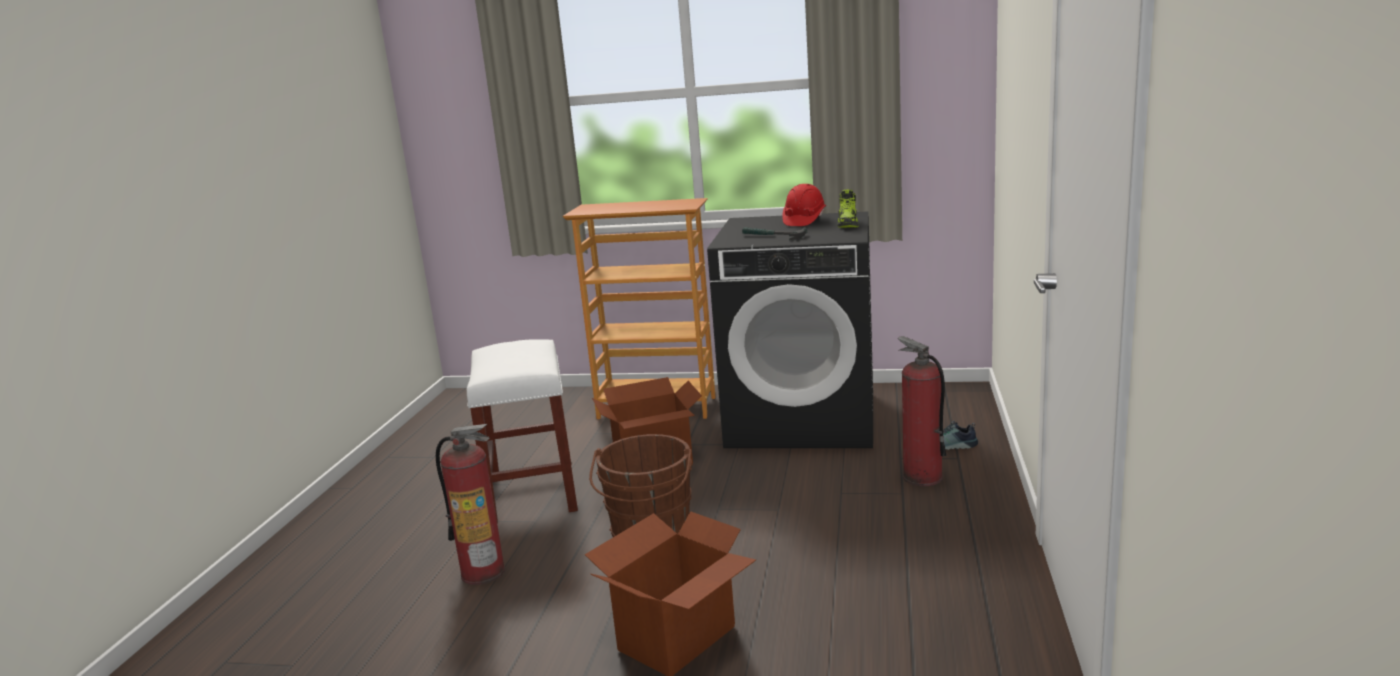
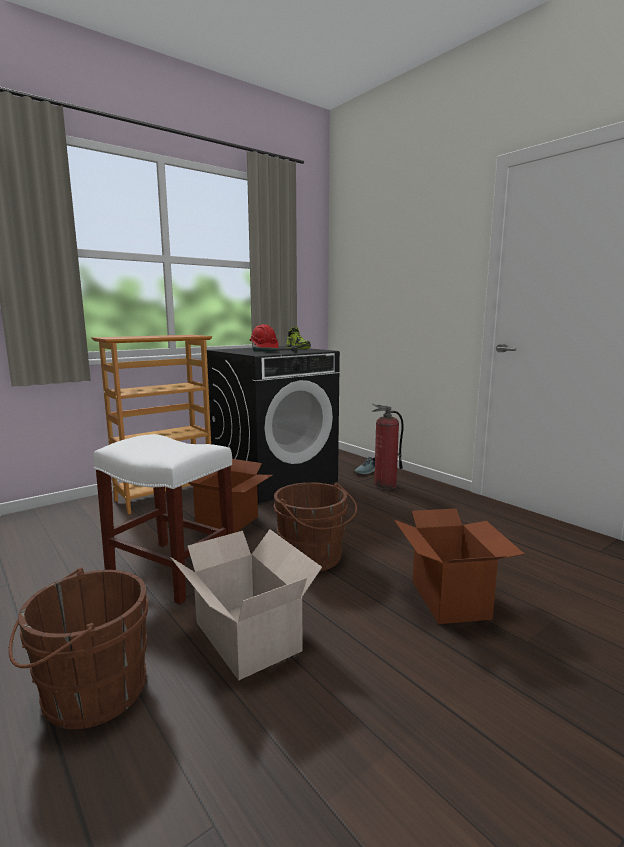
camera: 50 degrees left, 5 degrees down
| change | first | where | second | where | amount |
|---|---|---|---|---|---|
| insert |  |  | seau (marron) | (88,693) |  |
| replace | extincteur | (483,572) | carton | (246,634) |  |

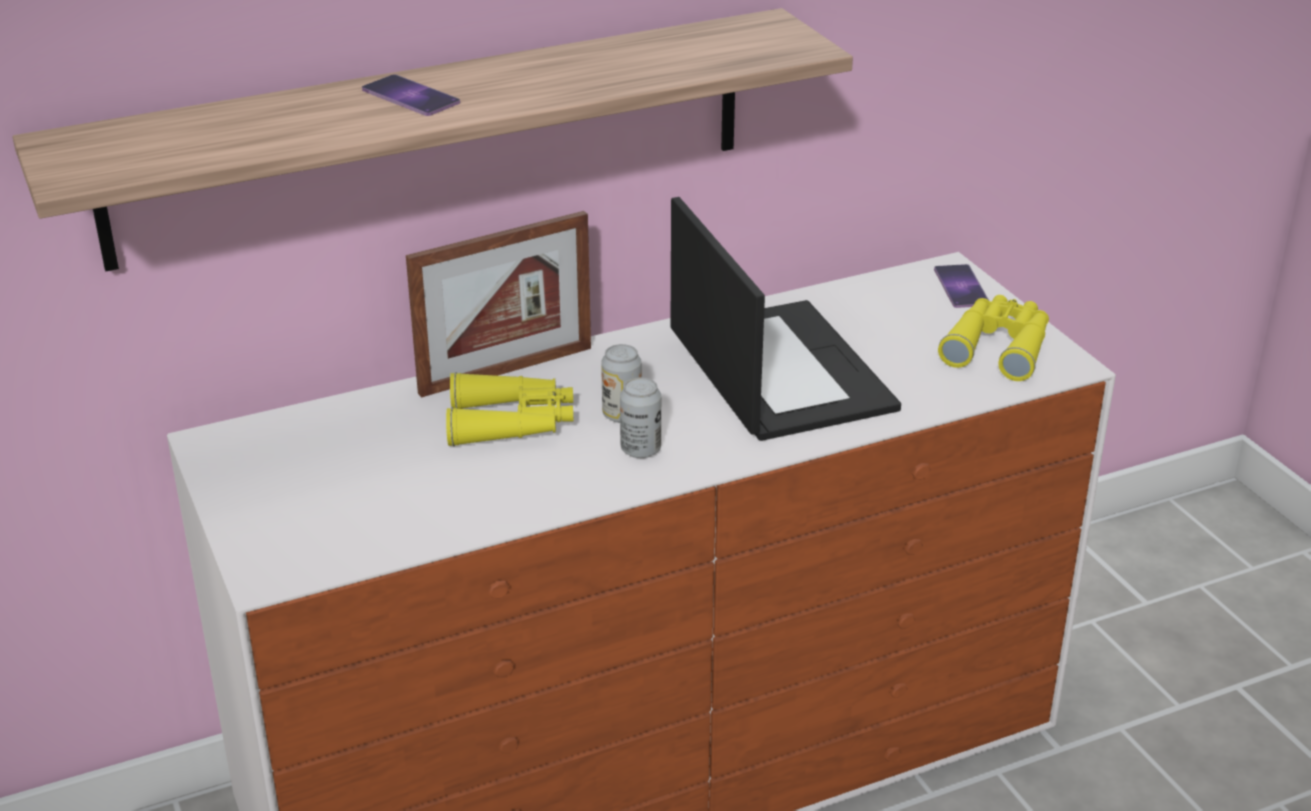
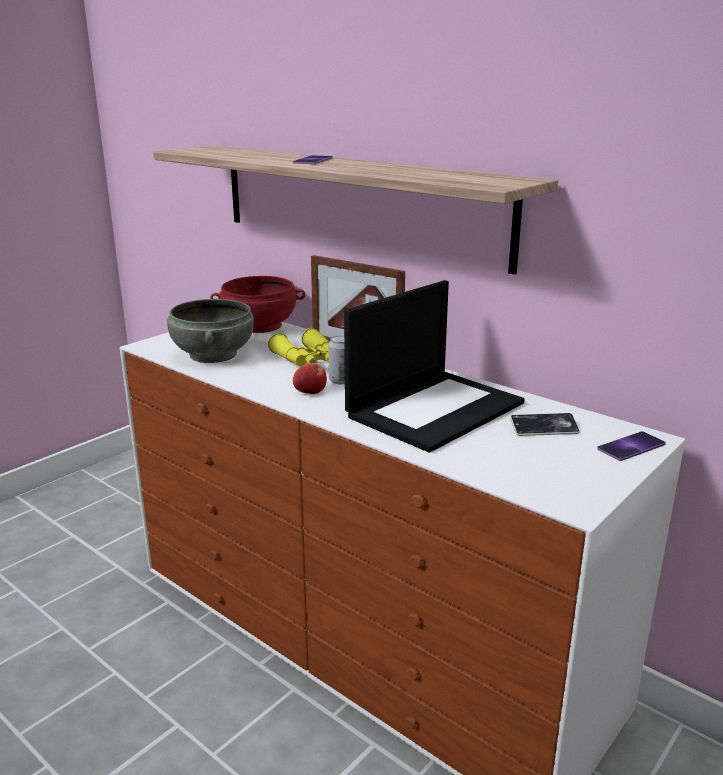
camera: 65 degrees right, 10 degrees down
| change | first | where | second | where | amount |
|---|---|---|---|---|---|
| delete | jumelles (jaune) | (998,347) |  |  |  |
| insert |  |  | bol (gris) | (212,355) |  |
| insert |  |  | bol (rouge) | (260,326) |  |
| insert |  |  | téléphone | (544,428) |  |
| replace | boîte métallique | (640,449) | pomme | (310,391) |  |

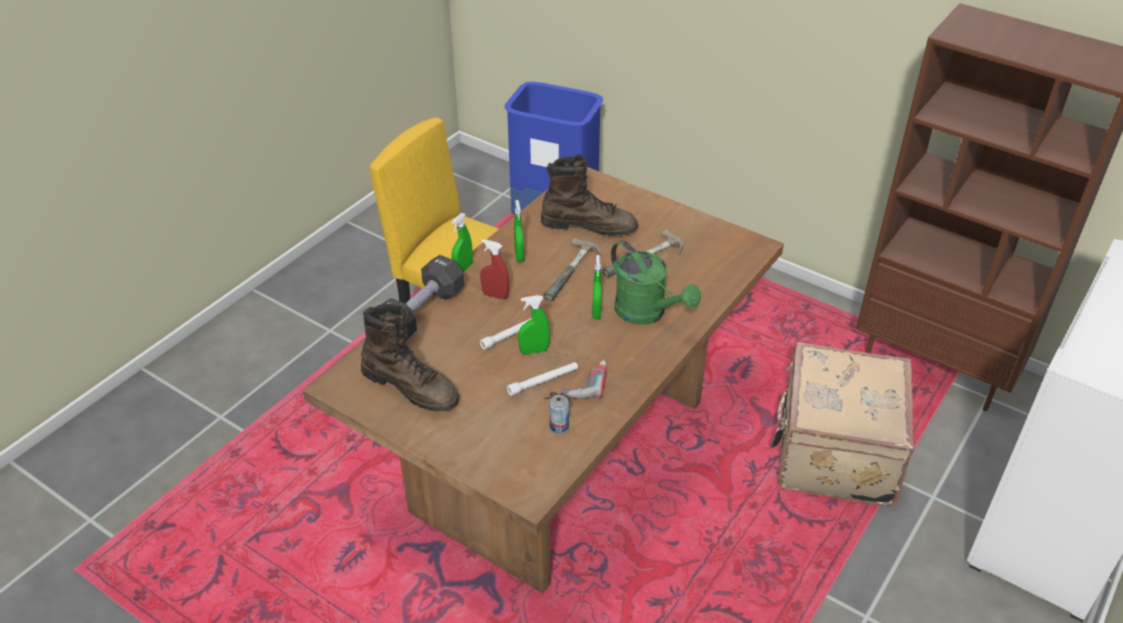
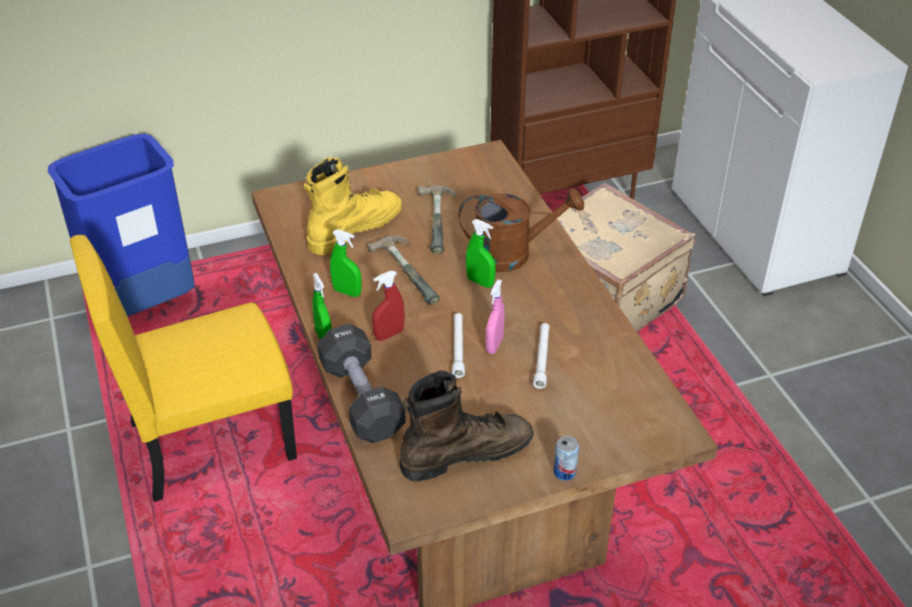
camera: 55 degrees left, 0 degrees up
| change | first | where | second | where | amount |
|---|---|---|---|---|---|
| delete | perceuse | (576,383) |  |  |  |
| move | boîte métallique | (559,426) |  | (564,472) |  |
| recolor | vaporisateur (vert) | (534,350) | vaporisateur (rose) | (494,345) |  |
| recolor | botte (marron) | (589,225) | botte (jaune) | (354,229) |  |
| recolor | arrosoir (vert) | (647,313) | arrosoir (marron) | (512,254) |  |

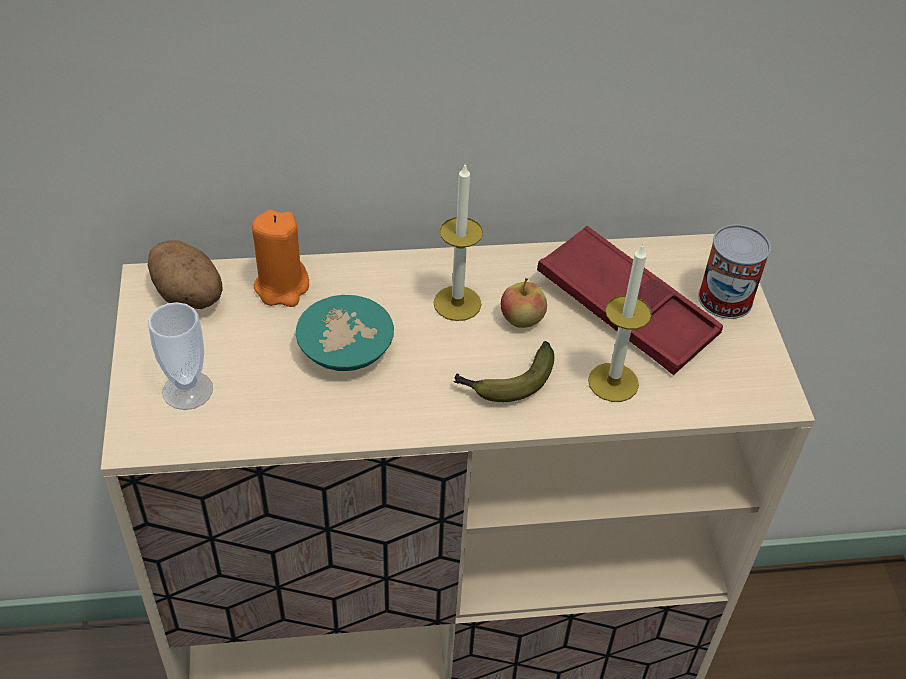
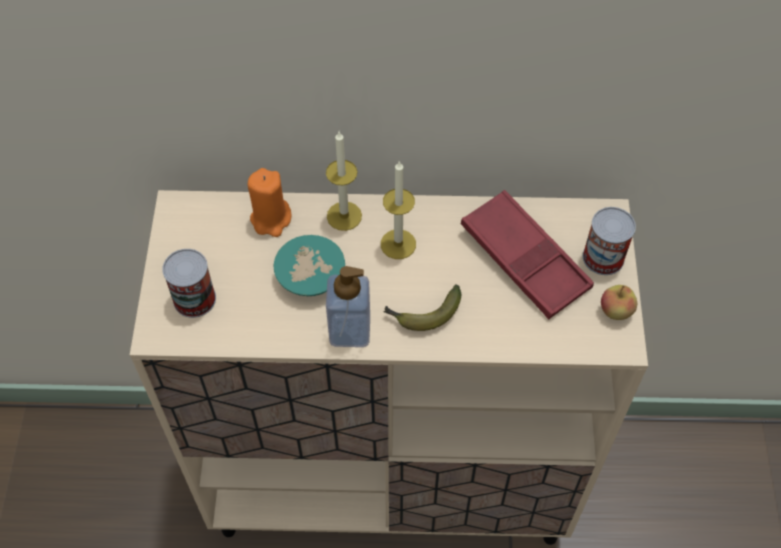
camera: 10 degrees right, 10 degrees up
| change | first | where | second | where | amount |
|---|---|---|---|---|---|
| delete | pomme de terre | (190,296) |  |  |  |
| insert |  |  | distributeur de savon | (350,330) |  |
| move | pomme | (521,320) |  | (615,311) |  |
| move | bougie | (613,382) |  | (344,216) |  |
| replace | tasse | (187,390) | boîte métallique | (194,299) |  |

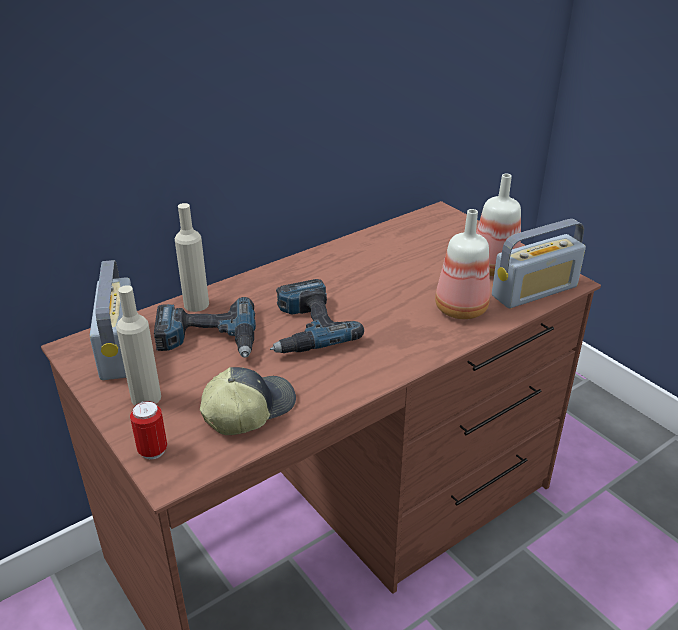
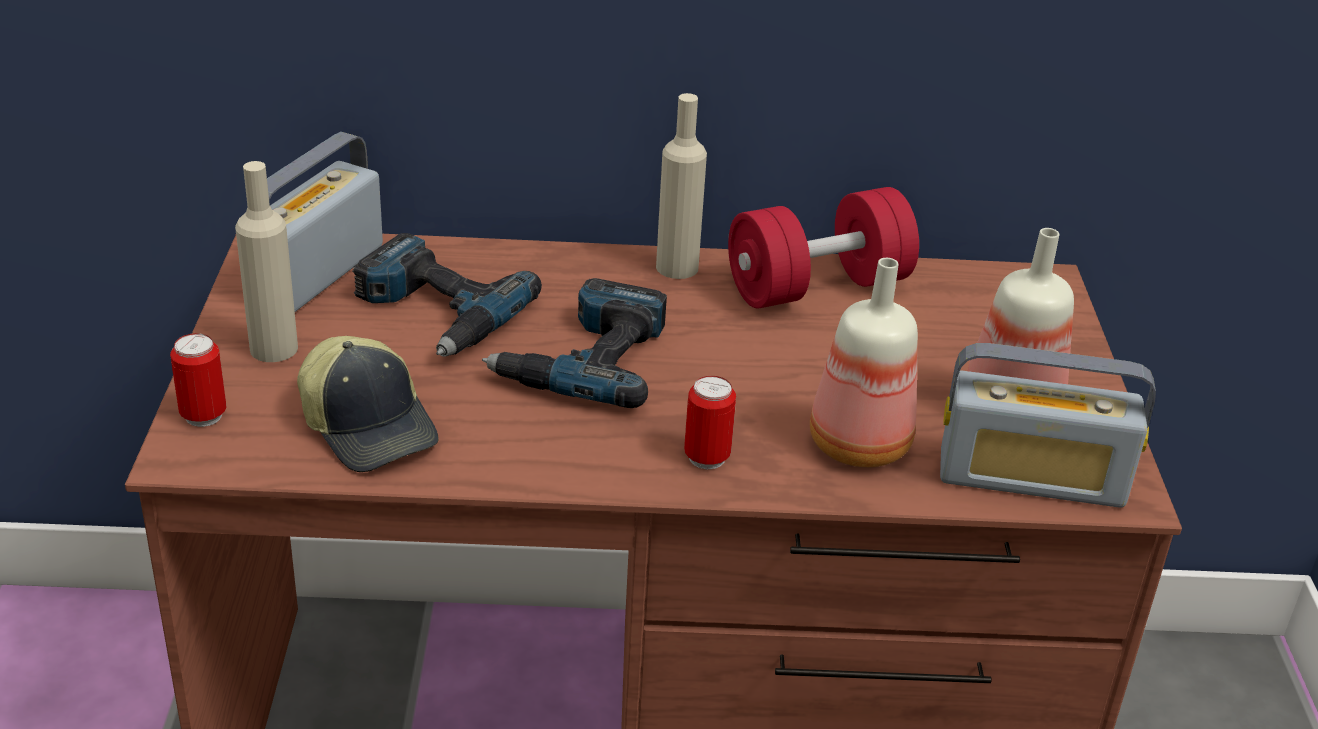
camera: 35 degrees right, 0 degrees up
| change | first | where | second | where | amount |
|---|---|---|---|---|---|
| insert |  |  | boîte métallique | (706,458) |  |
| insert |  |  | haltère (rouge) | (817,287) |  |
| move | bouteille (beige) | (196,304) |  | (677,267) |  |
| rotate | casquette | (248,410) |  | (370,427) | 60 degrees clockwise |

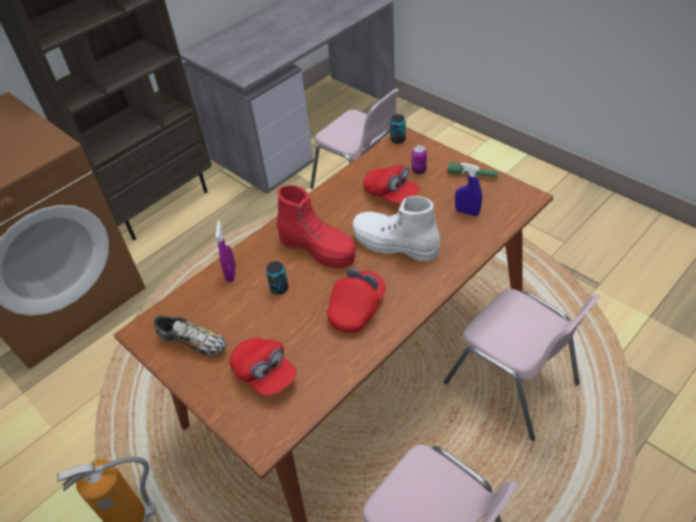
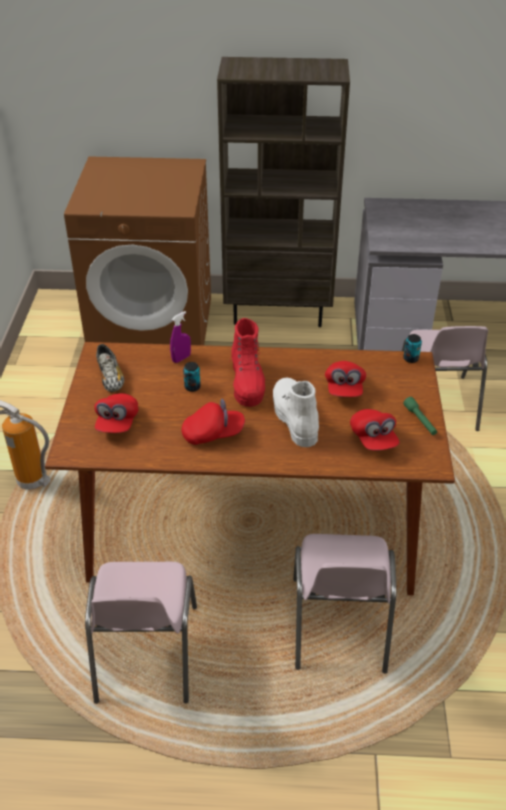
camera: 45 degrees right, 5 degrees down
| change | first | where | second | where | amount |
|---|---|---|---|---|---|
| delete | boîte métallique | (419,171) |  |  |  |
| replace | vaporisateur (bleu) | (467,212) | casquette (rouge) | (373,439) |  |

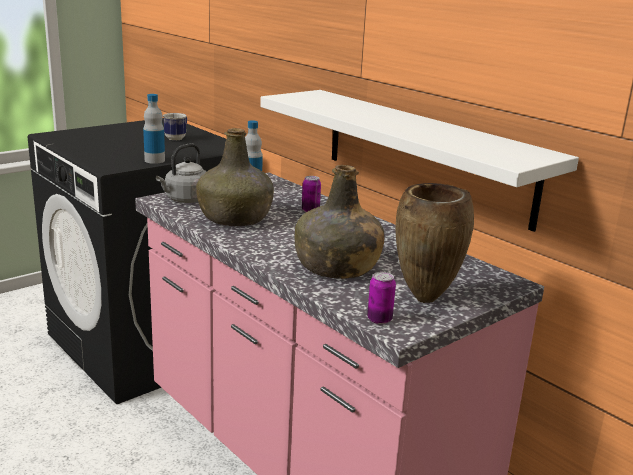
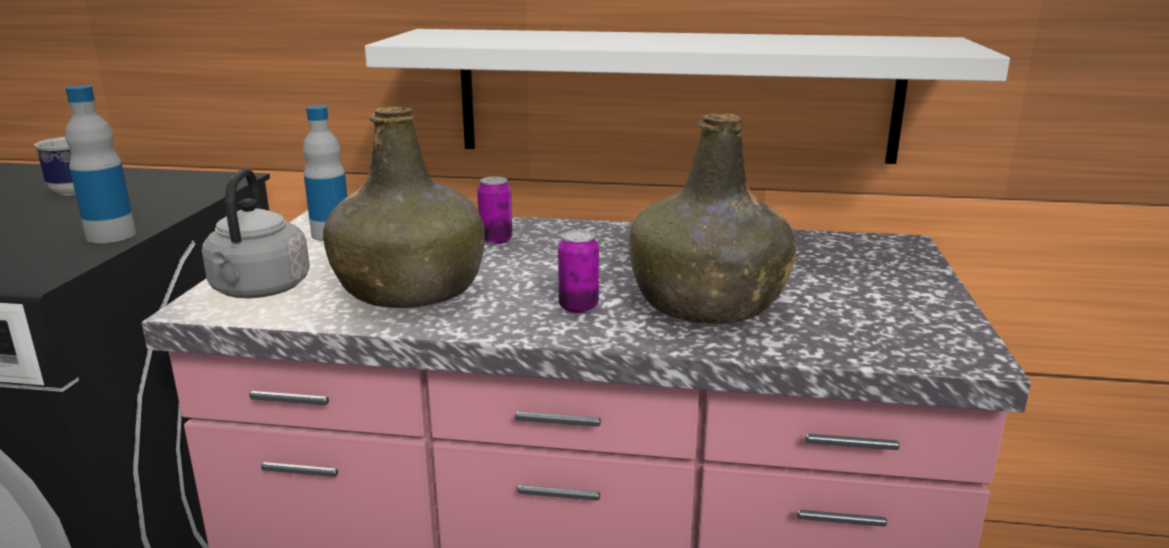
camera: 40 degrees left, 0 degrees up
| change | first | where | second | where | amount |
|---|---|---|---|---|---|
| delete | vase (marron) | (425,300) |  |  |  |
| move | boîte métallique | (379,319) |  | (578,307) |  |

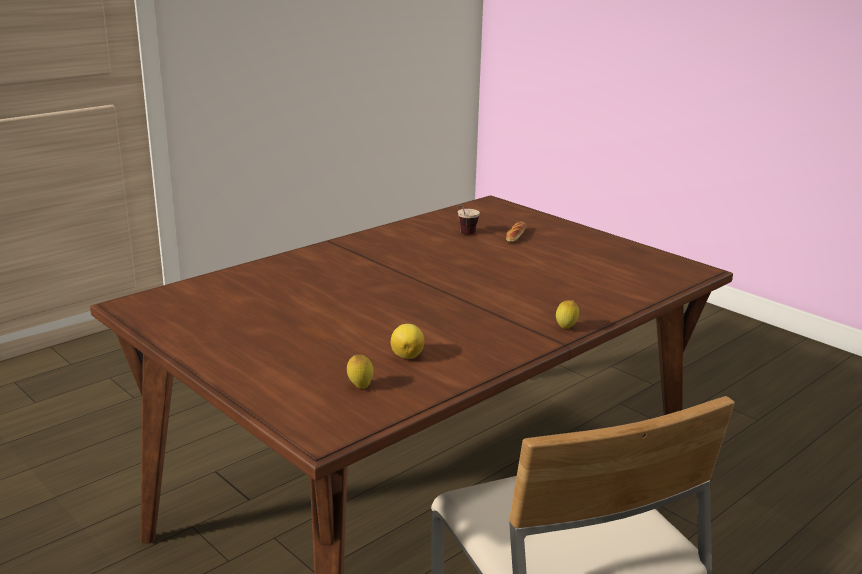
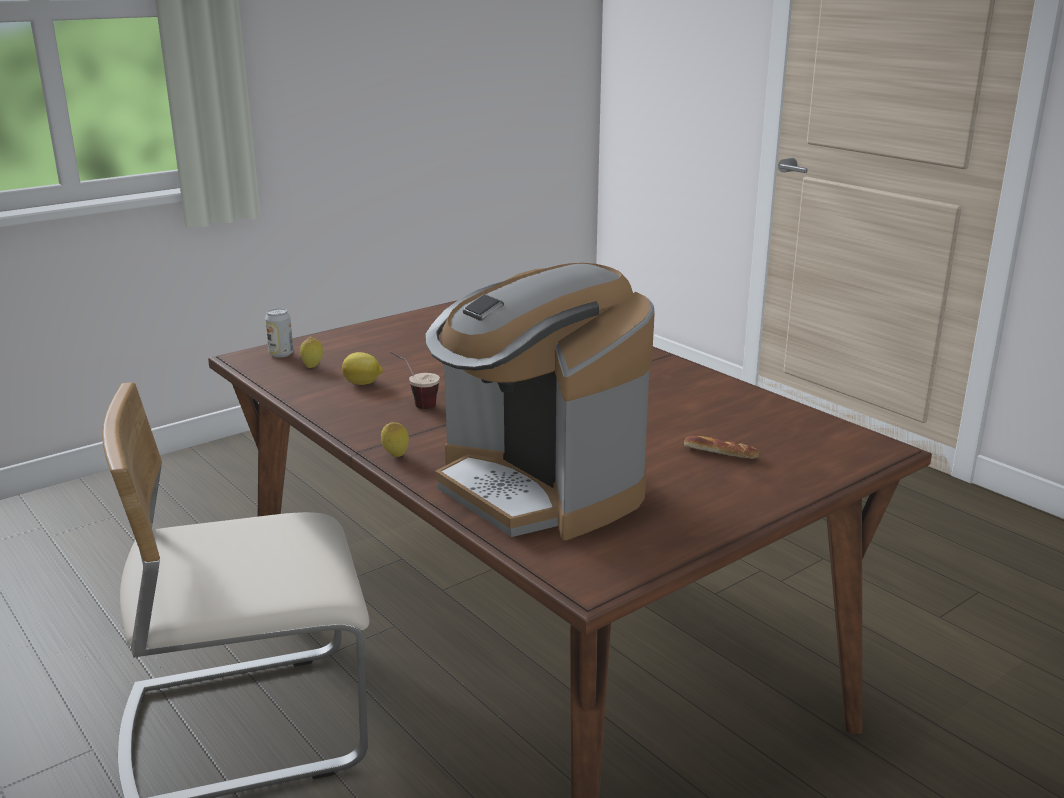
camera: 95 degrees right, 0 degrees up
| change | first | where | second | where | amount |
|---|---|---|---|---|---|
| insert |  |  | boîte métallique | (281,354) |  |
| insert |  |  | machine à café | (538,489) |  |
| move | tasse | (464,235) |  | (415,403) |  |

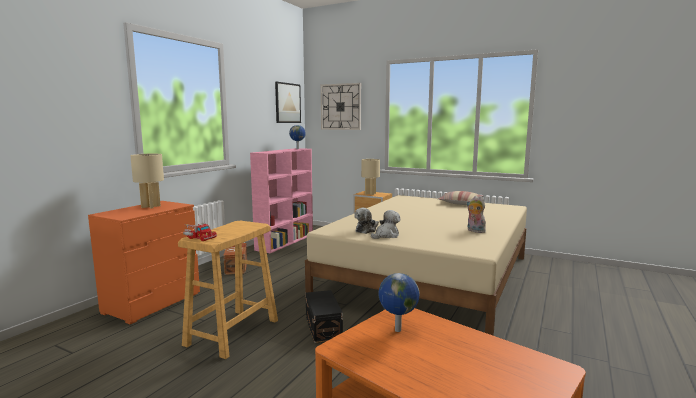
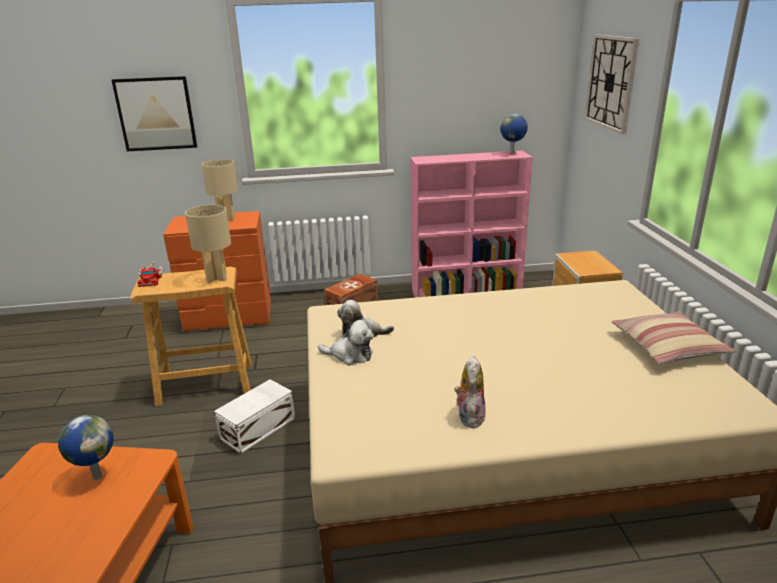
camera: 55 degrees right, 15 degrees up
| change | first | where | second | where | amount |
|---|---|---|---|---|---|
| move | tableau | (287,103) |  | (156,114) |  |
| move | lampe de table (beige) | (370,193) |  | (217,278) |  |
| recolor | boîte de rangement (noir) | (324,327) | boîte de rangement (blanc) | (259,428) |  |

